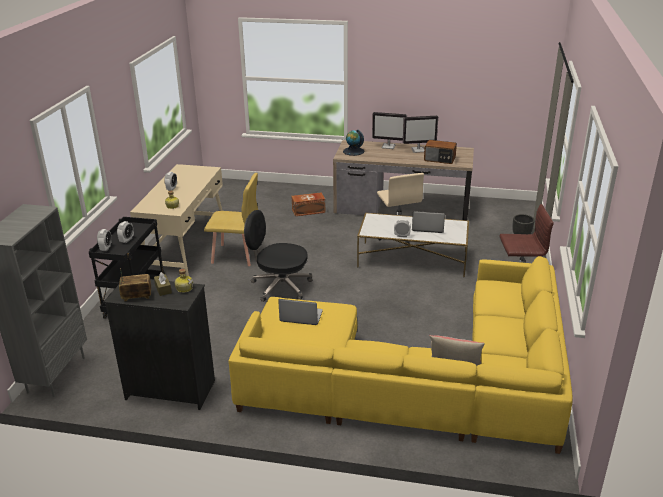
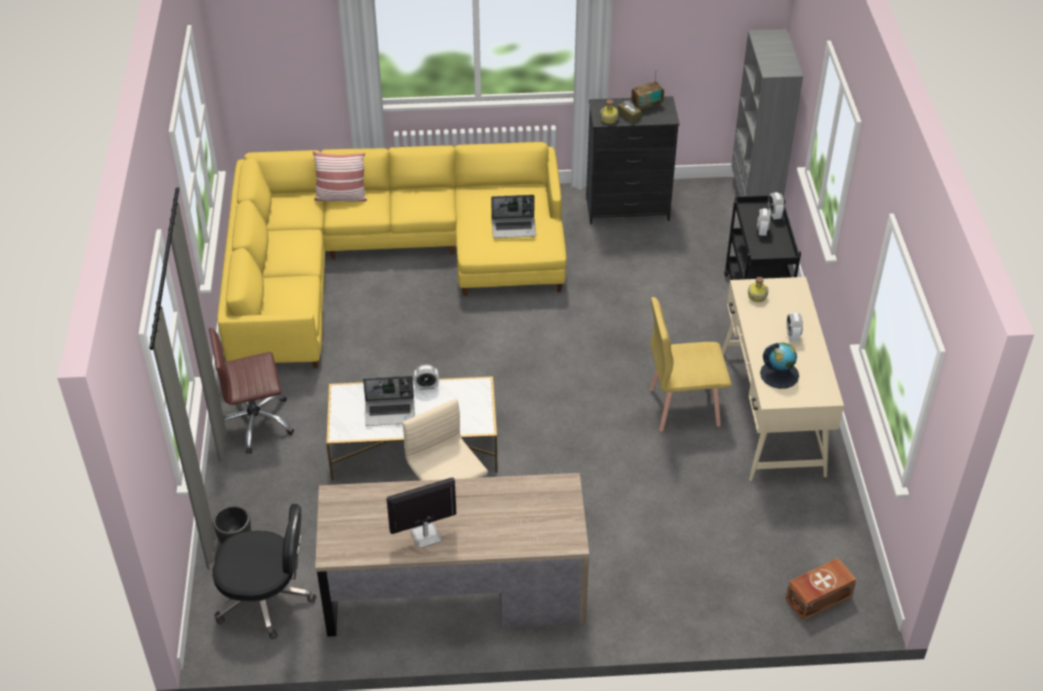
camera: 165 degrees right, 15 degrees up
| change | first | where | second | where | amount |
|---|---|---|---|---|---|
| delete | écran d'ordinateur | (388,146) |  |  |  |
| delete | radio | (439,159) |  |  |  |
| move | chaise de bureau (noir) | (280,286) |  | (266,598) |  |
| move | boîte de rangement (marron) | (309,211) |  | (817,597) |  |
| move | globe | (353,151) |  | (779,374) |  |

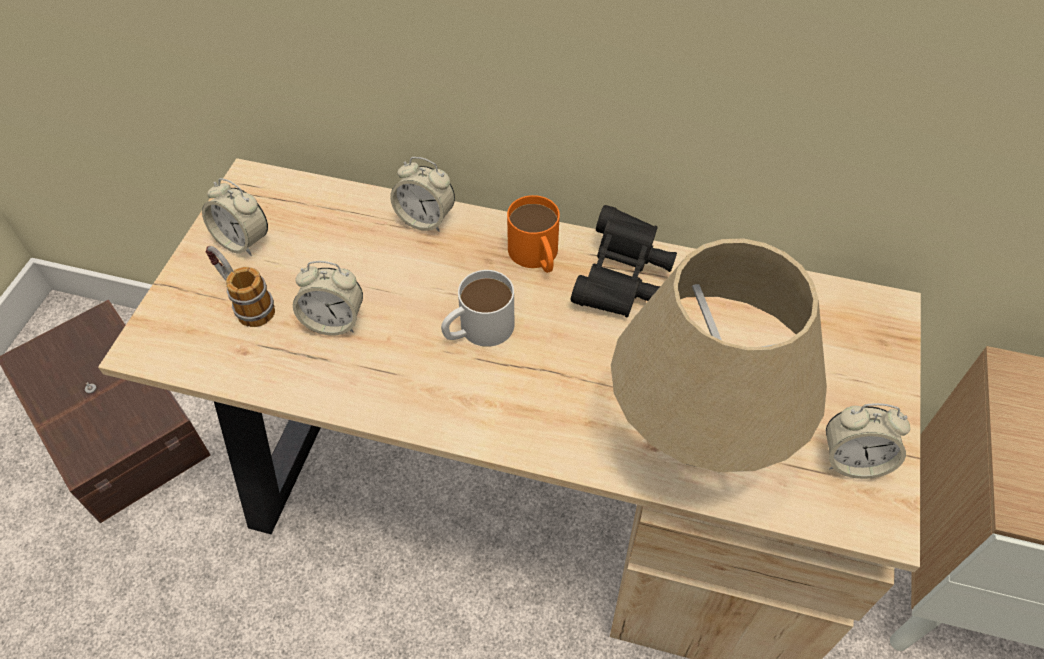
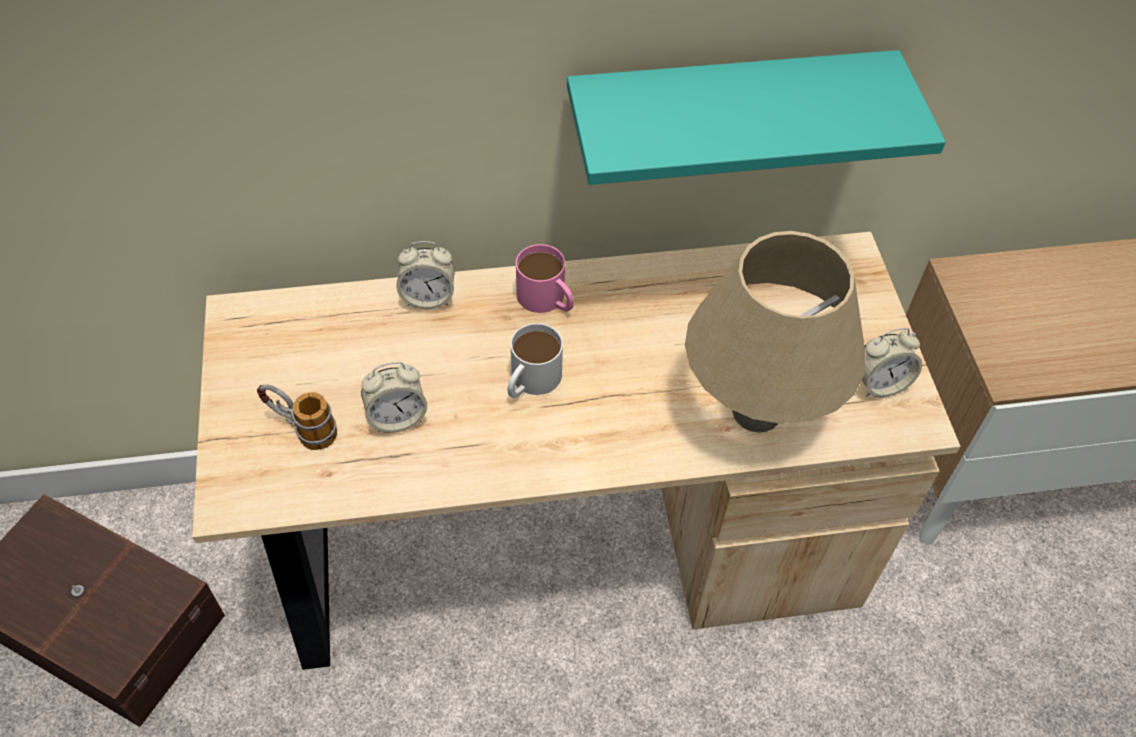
camera: 25 degrees left, 0 degrees up
| change | first | where | second | where | amount |
|---|---|---|---|---|---|
| delete | réveil | (243,241) |  |  |  |
| delete | jumelles (noir) | (622,280) |  |  |  |
| insert |  |  | étagère (turquoise) | (727,113) |  |
| recolor | mug (orange) | (536,256) | mug (rose) | (547,300) |  |

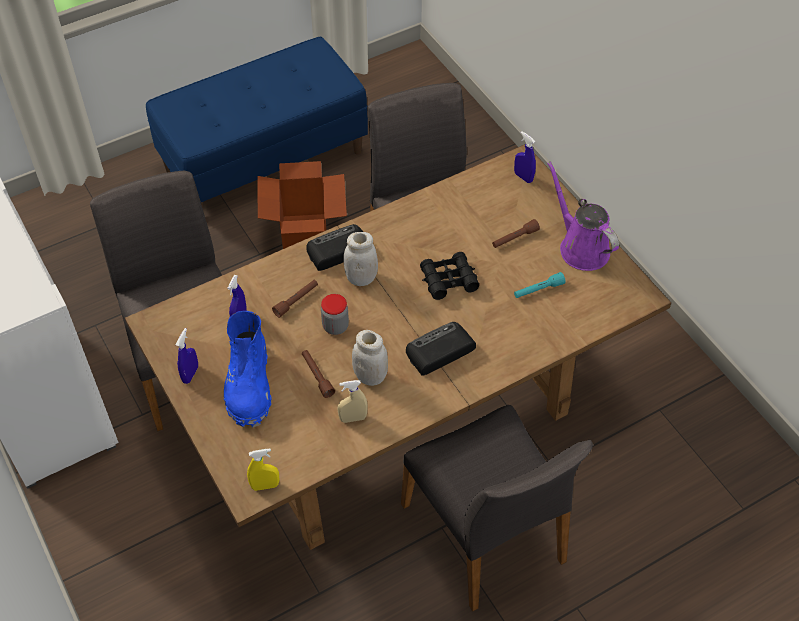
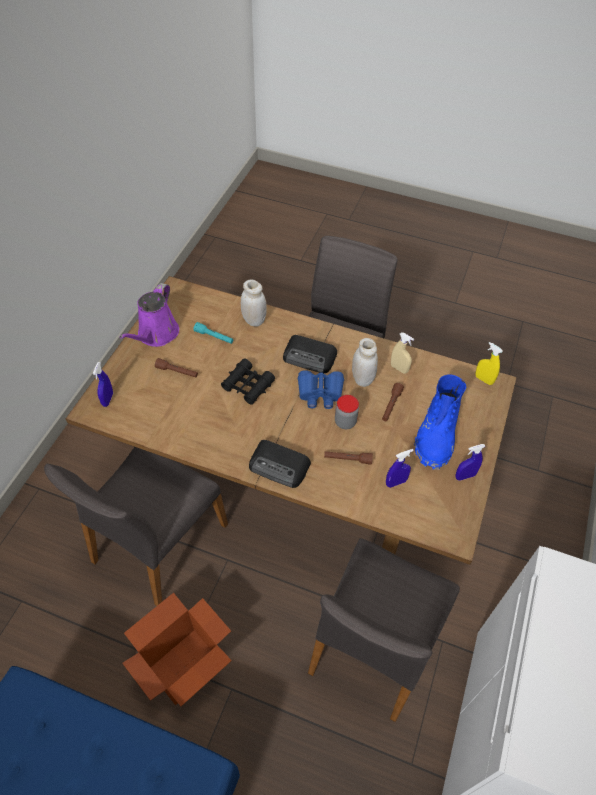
camera: 130 degrees left, 0 degrees up
| change | first | where | second | where | amount |
|---|---|---|---|---|---|
| insert |  |  | jumelles (bleu) | (320,393) |  |
| move | bocal (blanc) | (361,278) |  | (254,320) |  |
| rotate | botte (bleu) | (249,386) |  | (436,436) | 150 degrees clockwise |

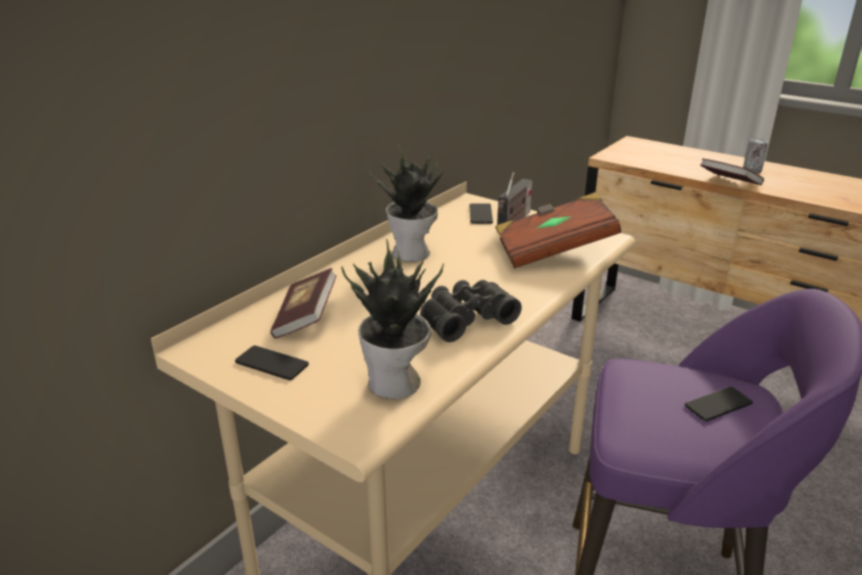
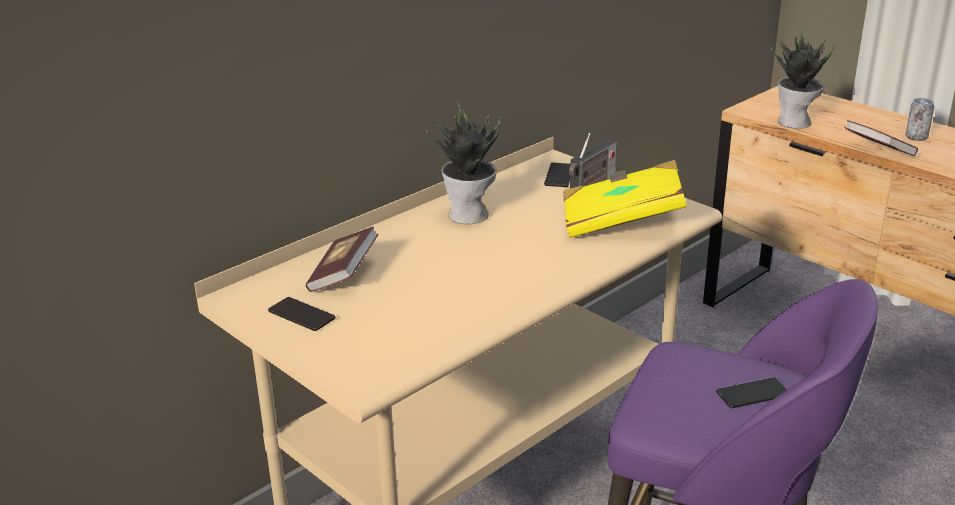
camera: 10 degrees right, 0 degrees up
| change | first | where | second | where | amount |
|---|---|---|---|---|---|
| delete | jumelles (noir) | (465,319) |  |  |  |
| move | plante en pot | (396,384) |  | (795,123) |  |
| recolor | livre (marron) | (553,251) | livre (jaune) | (621,222) |  |

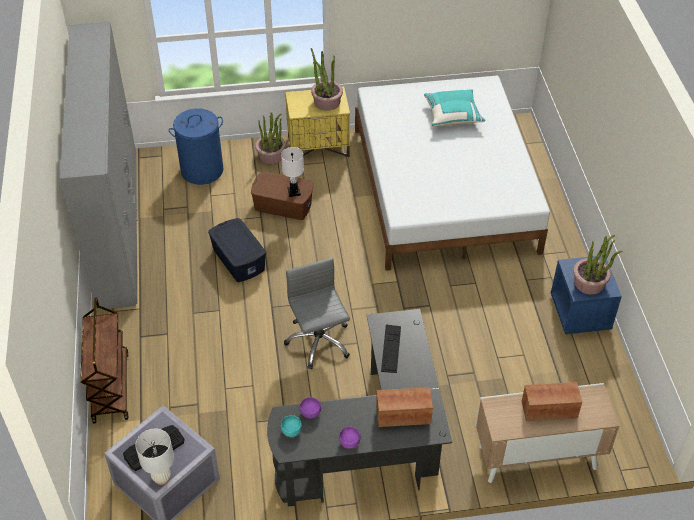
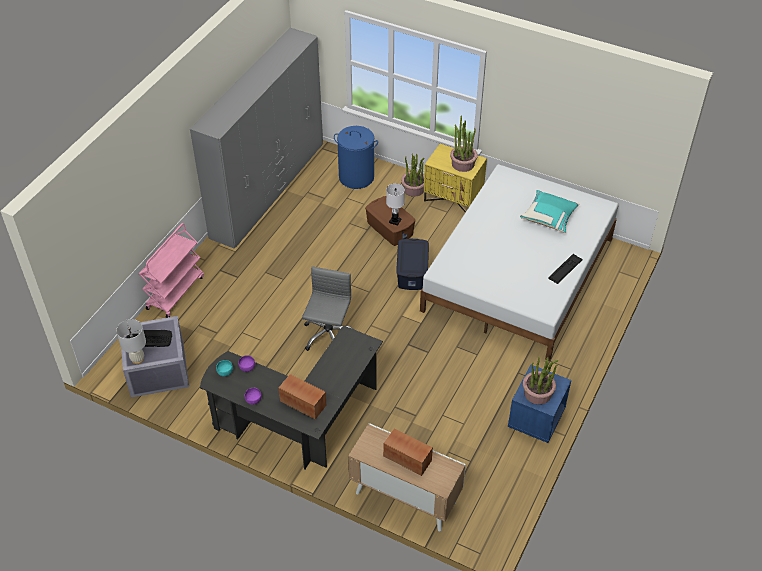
camera: 35 degrees right, 0 degrees up
| change | first | where | second | where | amount |
|---|---|---|---|---|---|
| move | boîte de rangement (bleu) | (239,259) |  | (412,272) |  |
| move | clavier | (391,348) |  | (565,269) |  |
| recolor | chariot (marron) | (110,386) | chariot (rose) | (175,292) |  |

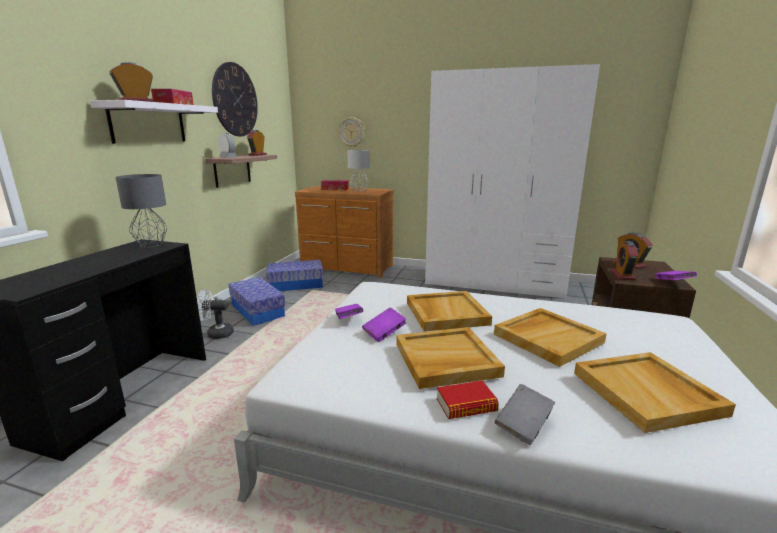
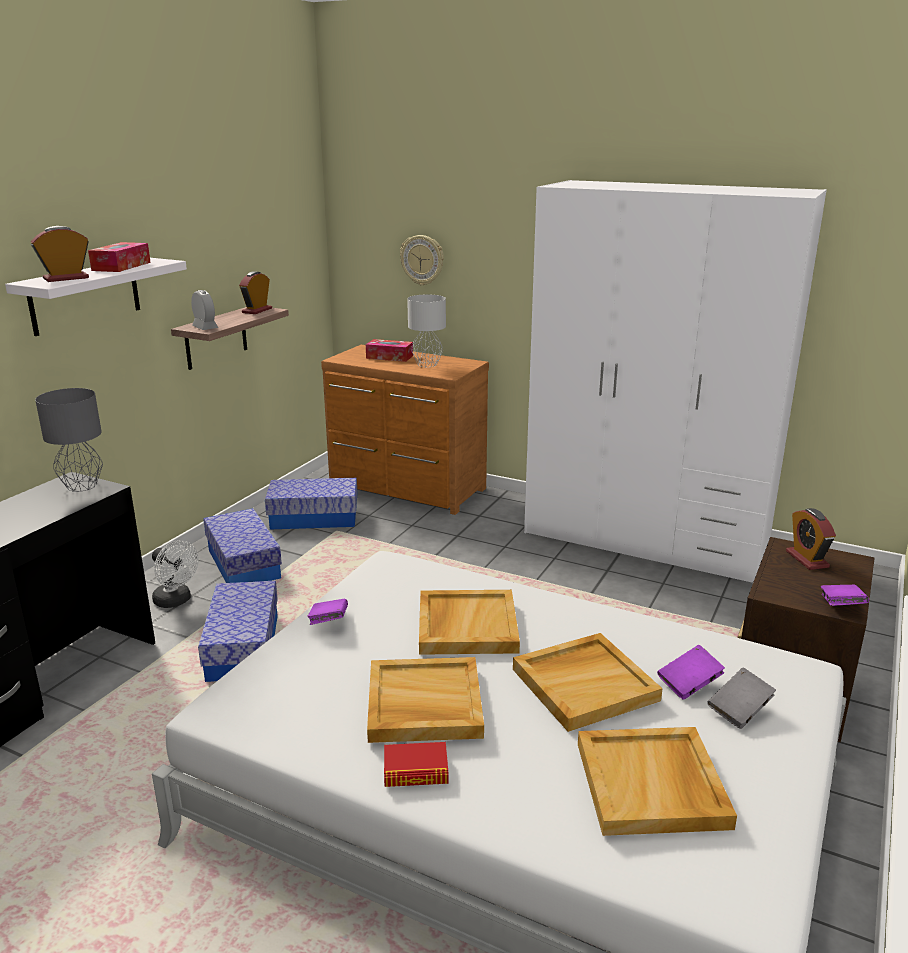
camera: 10 degrees right, 5 degrees up
| change | first | where | second | where | amount |
|---|---|---|---|---|---|
| delete | horloge murale | (235,100) |  |  |  |
| delete | réveil | (623,275) |  |  |  |
| insert |  |  | boîte de rangement | (243,648) |  |
| move | livre (violet) | (384,333) |  | (689,684) |  |
| move | livre (gris) | (523,425) |  | (739,710) |  |
| rotate | ventilateur (blanc) | (216,334) |  | (176,601) | 150 degrees counterclockwise |

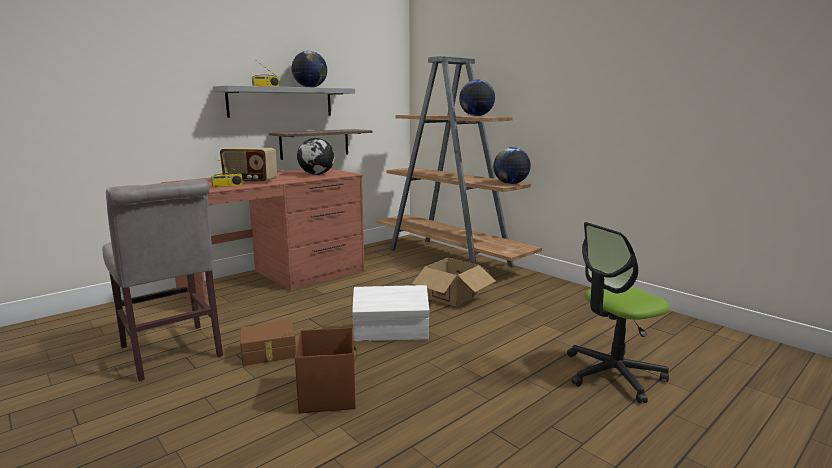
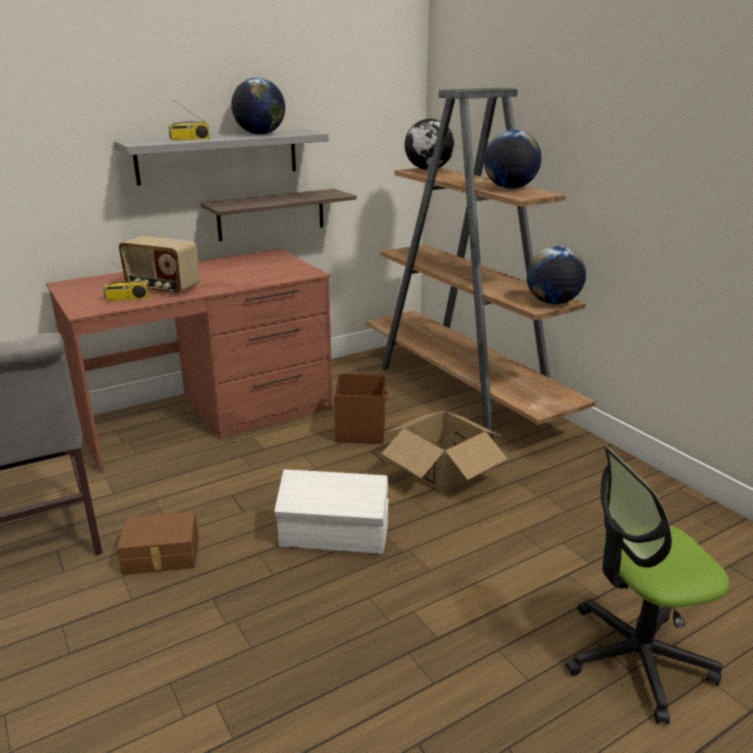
camera: 10 degrees right, 10 degrees up
| change | first | where | second | where | amount |
|---|---|---|---|---|---|
| move | boîte de rangement (marron) | (328,394) |  | (361,430) |  |
| move | globe | (317,174) |  | (429,170) |  |

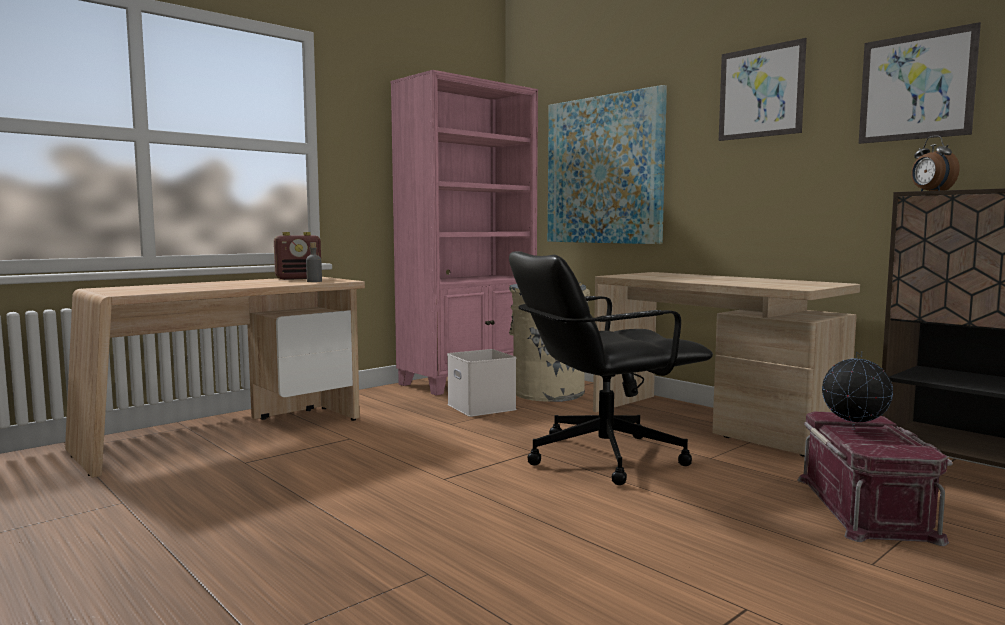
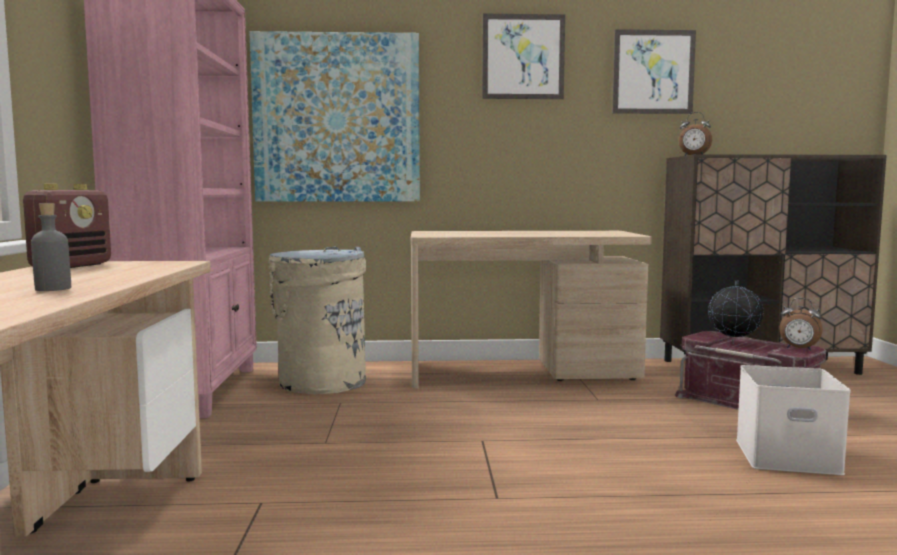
camera: 50 degrees left, 0 degrees up
| change | first | where | second | where | amount |
|---|---|---|---|---|---|
| delete | chaise de bureau (noir) | (602,457) |  |  |  |
| insert |  |  | réveil | (798,349) |  |
| move | bouteille (gris) | (314,281) |  | (53,289) |  |
| move | boîte de rangement (blanc) | (483,407) |  | (788,455) |  |

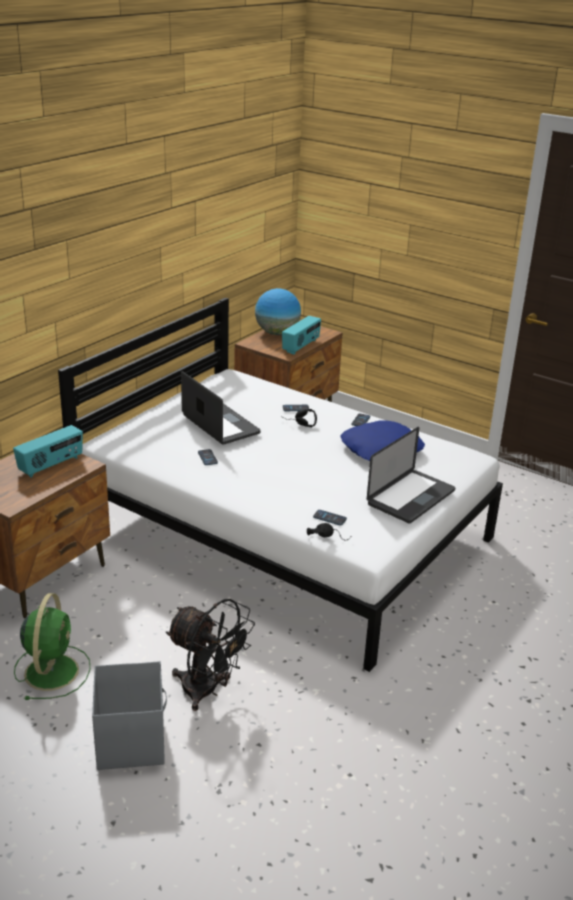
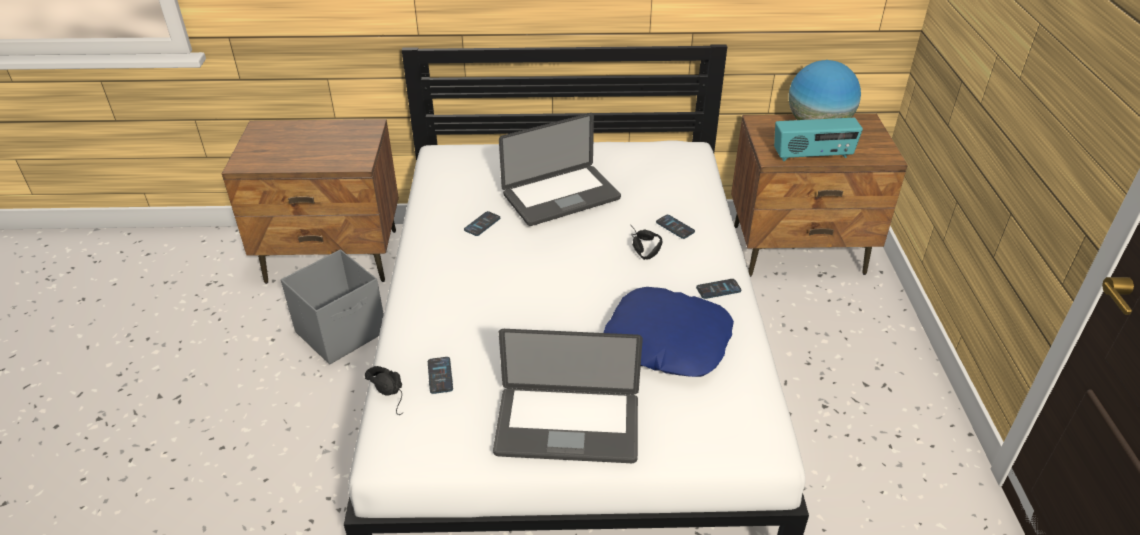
camera: 55 degrees right, 10 degrees up
| change | first | where | second | where | amount |
|---|---|---|---|---|---|
| delete | radio | (51,465) |  |  |  |
| delete | ventilateur (vert) | (52,670) |  |  |  |
| delete | ventilateur (noir) | (207,691) |  |  |  |
| move | boîte de rangement (gris) | (131,740) |  | (342,332) |  |
| rotate | ordinateur portable | (220,424) |  | (561,197) | 45 degrees clockwise |

